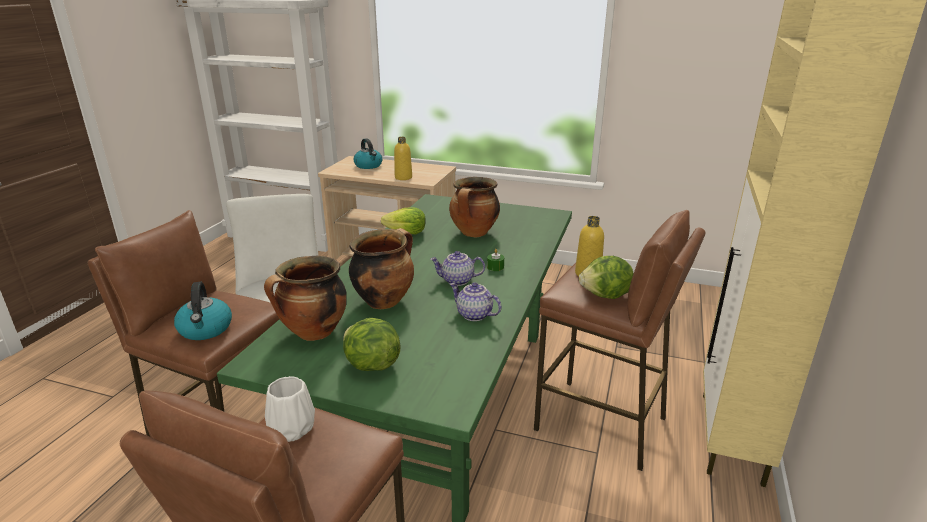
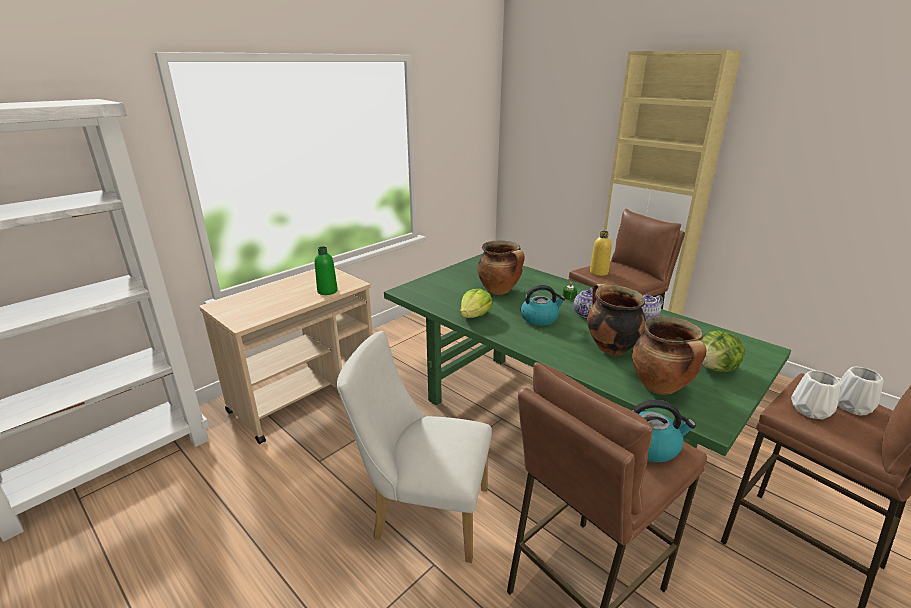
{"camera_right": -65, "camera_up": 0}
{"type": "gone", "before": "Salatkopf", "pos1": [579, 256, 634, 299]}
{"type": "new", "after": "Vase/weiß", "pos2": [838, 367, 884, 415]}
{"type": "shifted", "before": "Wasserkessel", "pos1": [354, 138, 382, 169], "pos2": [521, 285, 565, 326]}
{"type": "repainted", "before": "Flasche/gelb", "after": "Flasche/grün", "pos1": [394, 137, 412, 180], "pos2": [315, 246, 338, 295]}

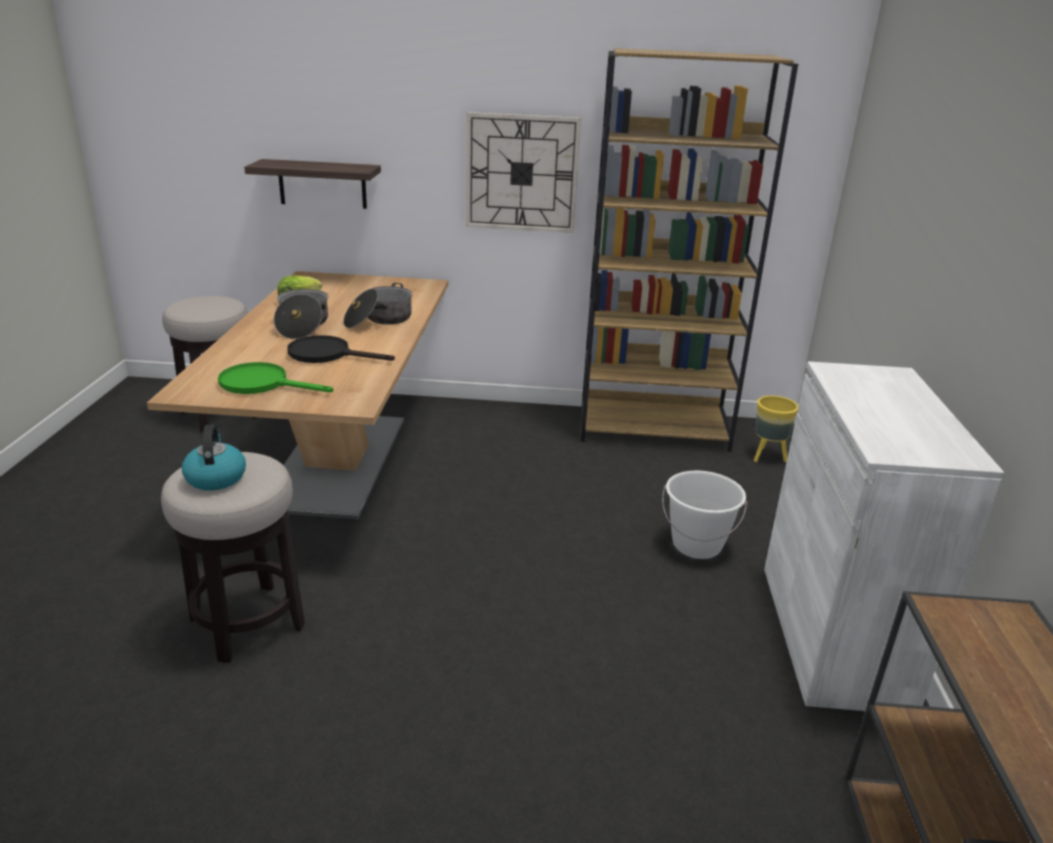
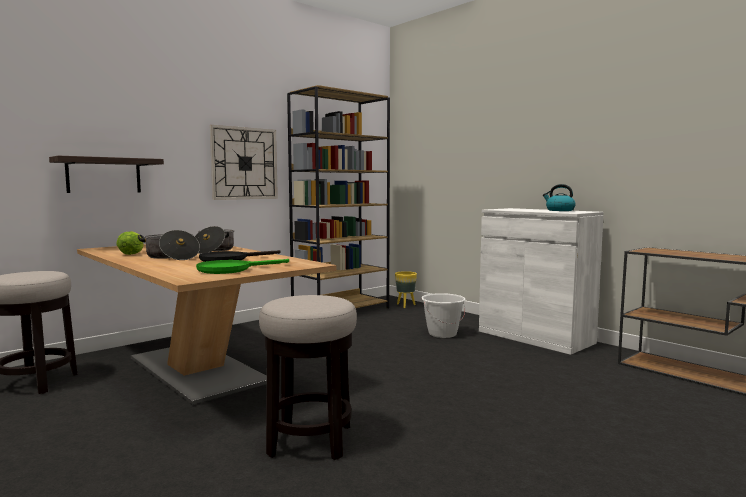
{"camera_right": -45, "camera_up": -20}
{"type": "shifted", "before": "Wasserkessel", "pos1": [182, 424, 246, 491], "pos2": [543, 184, 576, 211]}

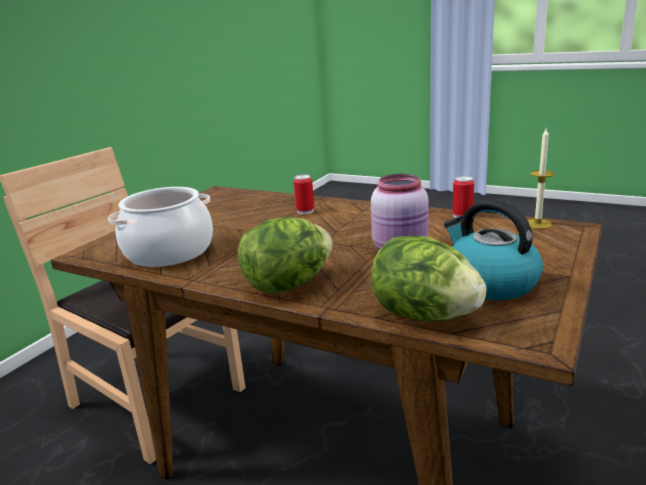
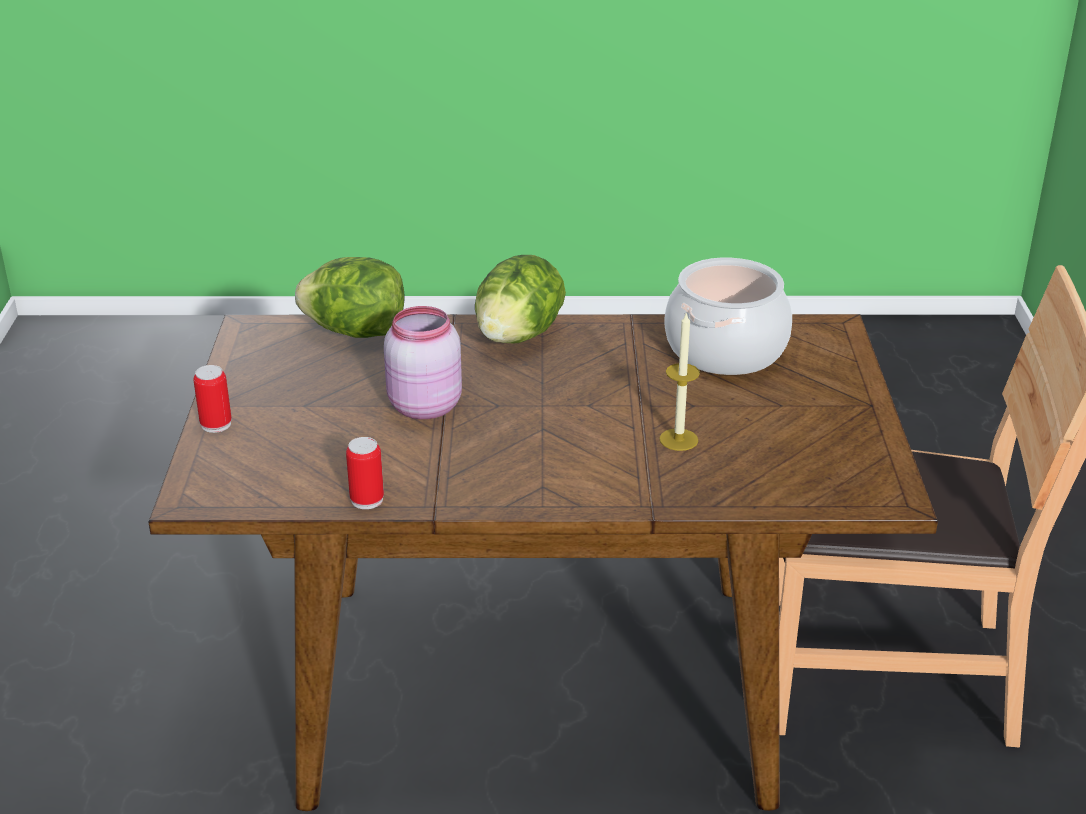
{"camera_right": 150, "camera_up": 10}
{"type": "gone", "before": "Wasserkessel", "pos1": [444, 199, 543, 300]}
{"type": "shifted", "before": "Dose", "pos1": [293, 175, 314, 214], "pos2": [193, 365, 232, 433]}
{"type": "shifted", "before": "Kerze", "pos1": [527, 129, 554, 229], "pos2": [659, 312, 700, 451]}

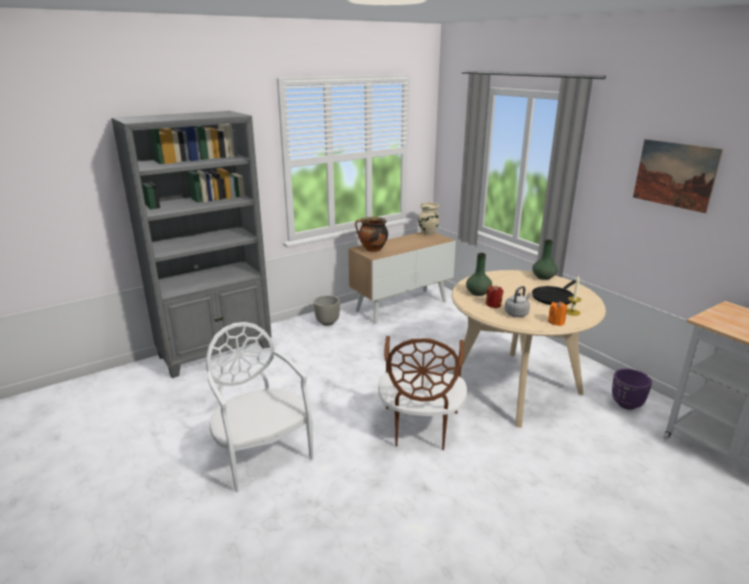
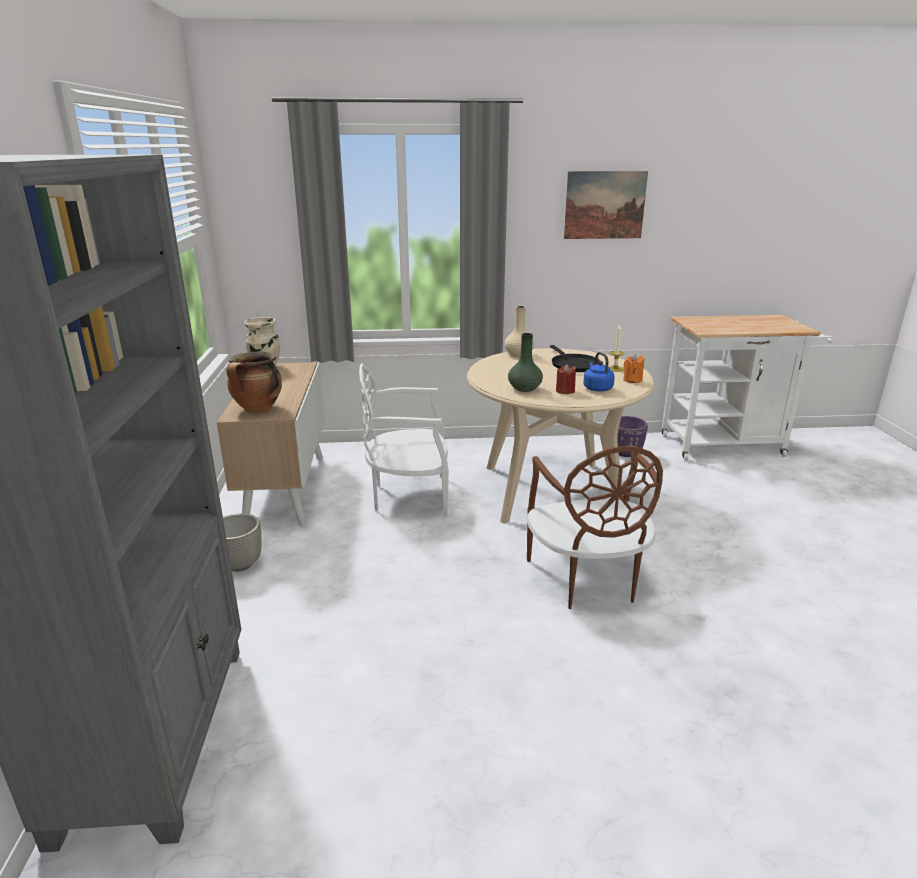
{"camera_right": -60, "camera_up": 0}
{"type": "shifted", "before": "Stuhl/weiß", "pos1": [206, 322, 313, 492], "pos2": [359, 364, 449, 517]}
{"type": "repainted", "before": "Wasserkessel/grau", "after": "Wasserkessel/blau", "pos1": [504, 286, 530, 317], "pos2": [583, 352, 615, 391]}
{"type": "repainted", "before": "Vase/grün", "after": "Vase/beige", "pos1": [532, 239, 557, 280], "pos2": [504, 306, 534, 357]}
{"type": "rotated", "before": "Stuhl/braun", "pos1": [378, 336, 467, 450], "pos2": [527, 445, 663, 609], "turn": 45}

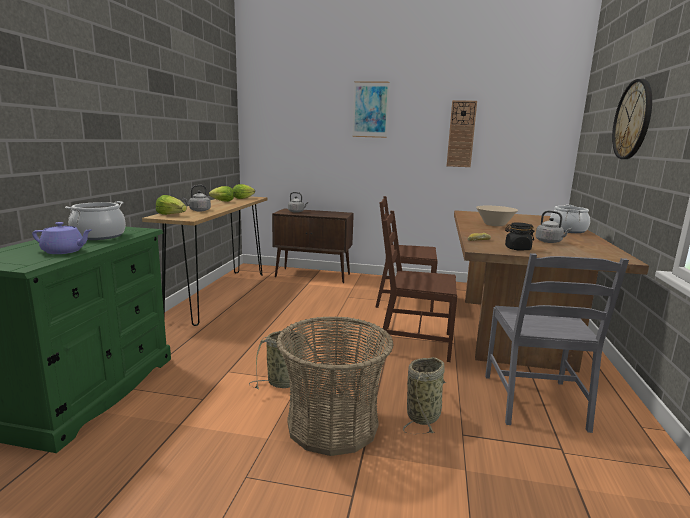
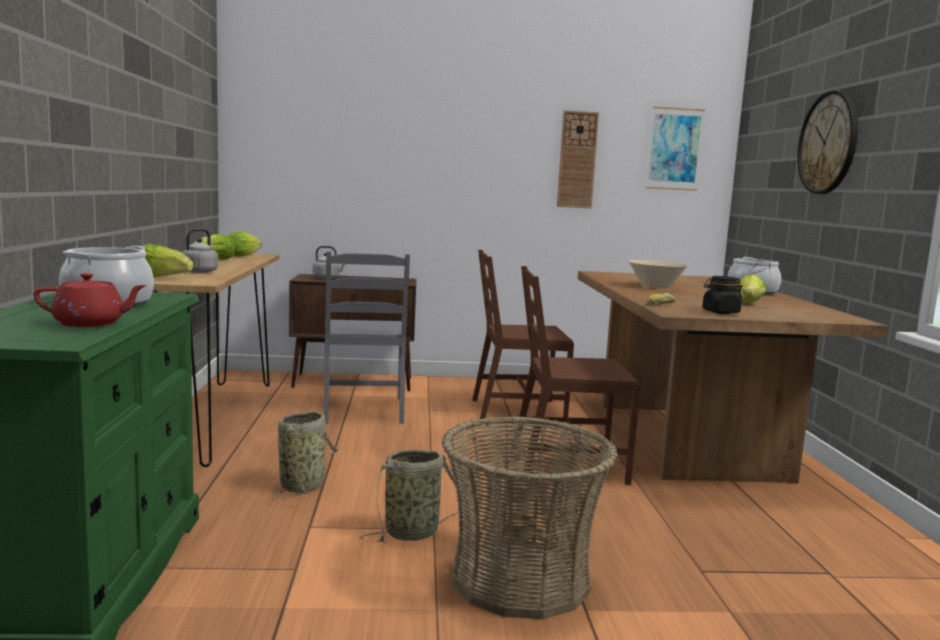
{"camera_right": -15, "camera_up": -5}
{"type": "shifted", "before": "Bild", "pos1": [353, 81, 390, 138], "pos2": [646, 106, 705, 191]}
{"type": "shifted", "before": "Korb", "pos1": [403, 357, 446, 434], "pos2": [271, 411, 337, 500]}
{"type": "shifted", "before": "Stuhl/grau", "pos1": [485, 253, 629, 433], "pos2": [324, 251, 410, 424]}
{"type": "swapped", "before": "Wasserkessel/grau", "after": "Salatkopf", "pos1": [536, 211, 572, 243], "pos2": [736, 274, 766, 303]}
{"type": "repainted", "before": "Teekanne/lila", "after": "Teekanne/rot", "pos1": [32, 222, 91, 254], "pos2": [33, 273, 147, 327]}

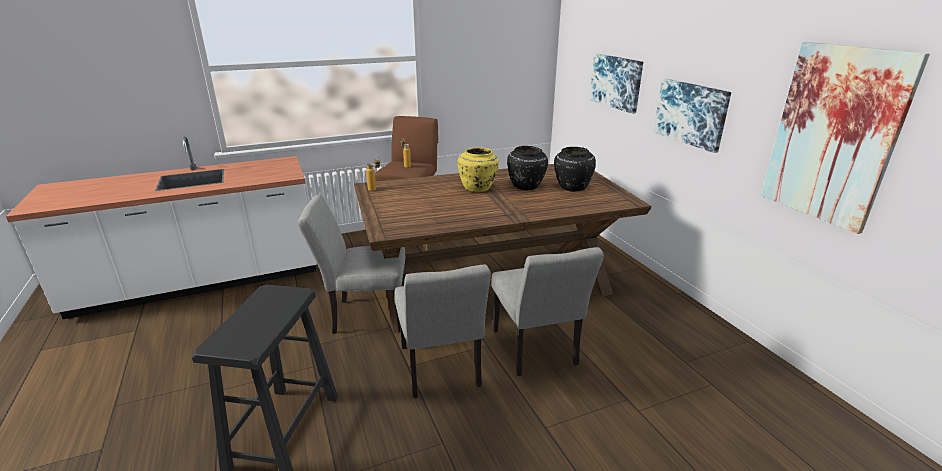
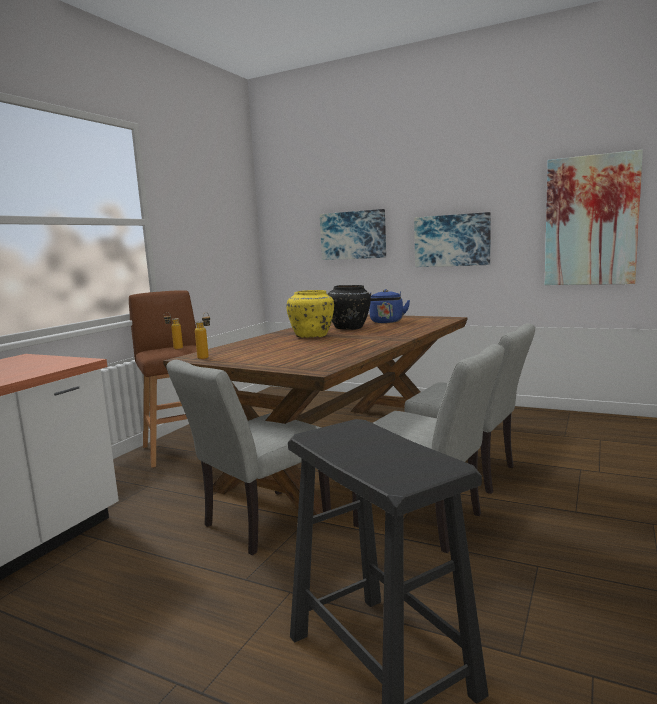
{"camera_right": -40, "camera_up": -15}
{"type": "swapped", "before": "Vase/schwarz", "after": "Wasserkessel/blau", "pos1": [554, 147, 596, 192], "pos2": [369, 289, 410, 323]}

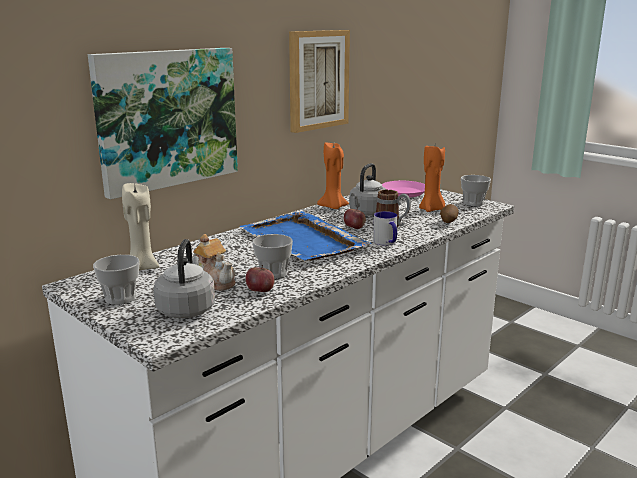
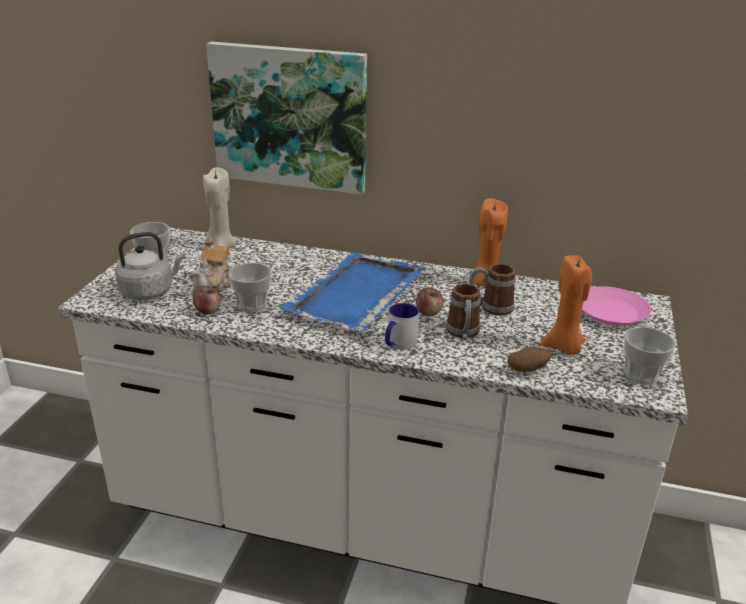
{"camera_right": 60, "camera_up": 10}
{"type": "gone", "before": "Bild", "pos1": [289, 30, 350, 133]}
{"type": "swapped", "before": "Wasserkessel/grau", "after": "Henkelbecher", "pos1": [349, 163, 387, 216], "pos2": [470, 264, 516, 316]}

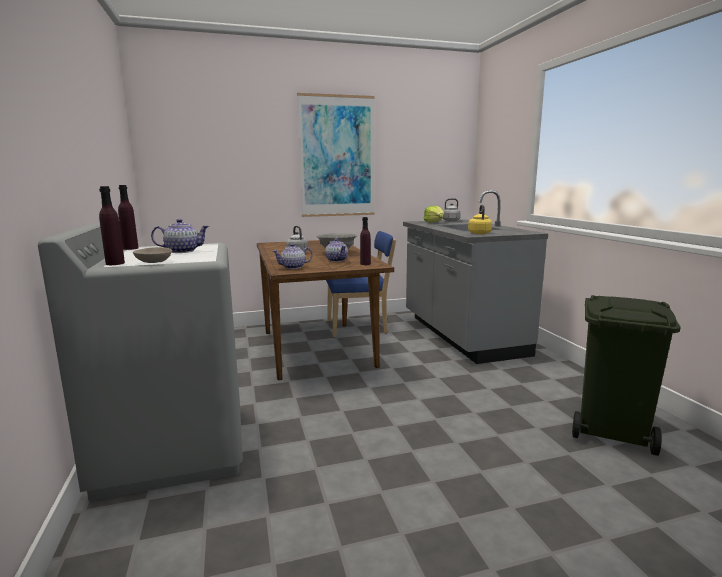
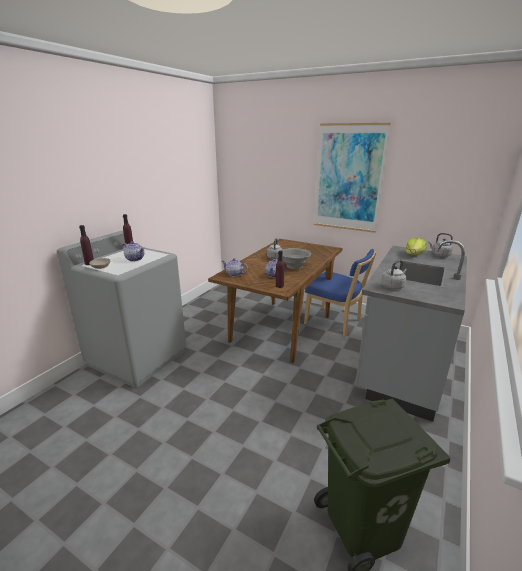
{"camera_right": 45, "camera_up": 10}
{"type": "repainted", "before": "Wasserkessel/gelb", "after": "Wasserkessel/grau", "pos1": [468, 205, 492, 234], "pos2": [381, 260, 407, 289]}

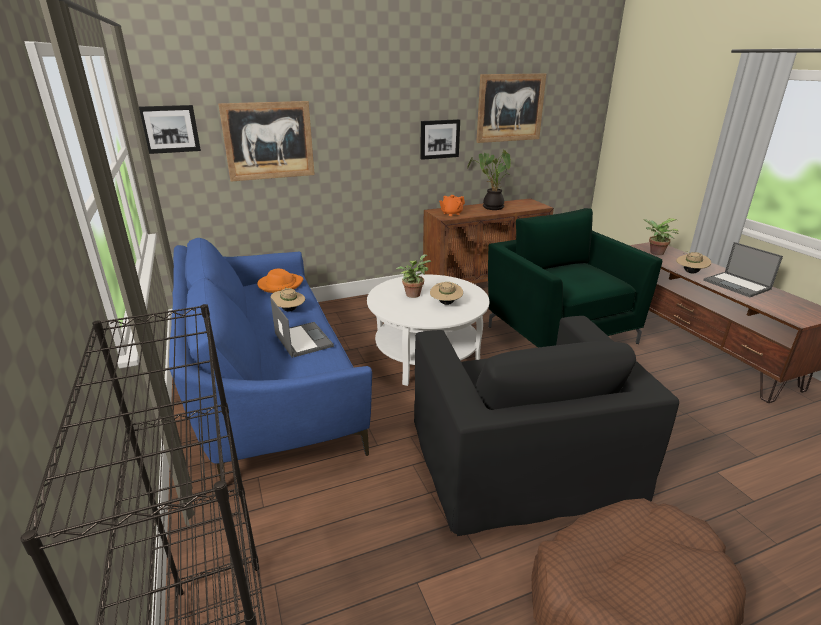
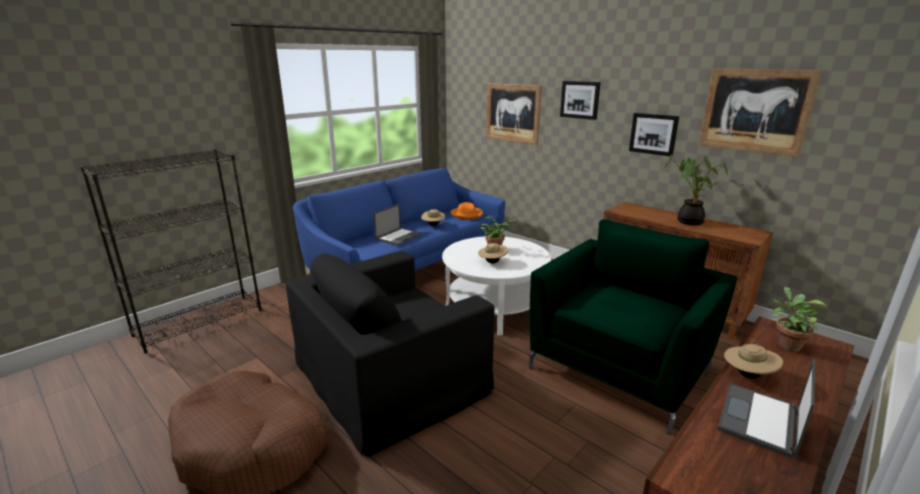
{"camera_right": 65, "camera_up": -5}
{"type": "gone", "before": "Teekanne/orange", "pos1": [439, 195, 465, 216]}
{"type": "shifted", "before": "Bild", "pos1": [139, 105, 201, 154], "pos2": [560, 81, 601, 120]}

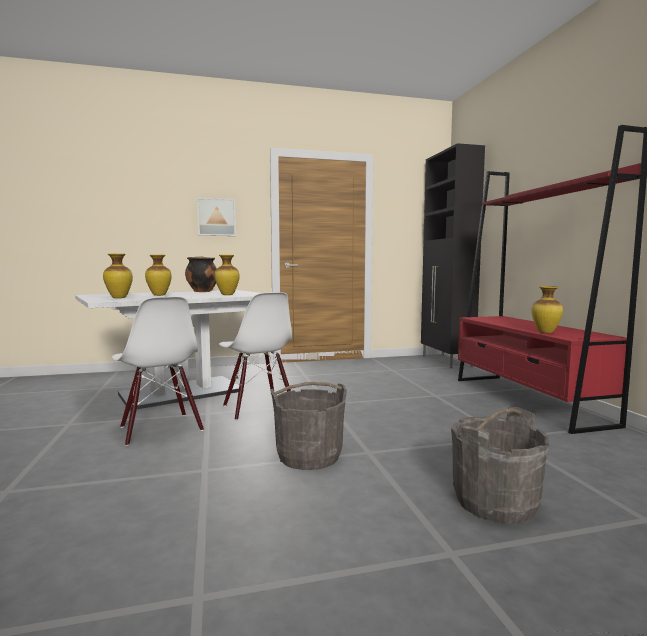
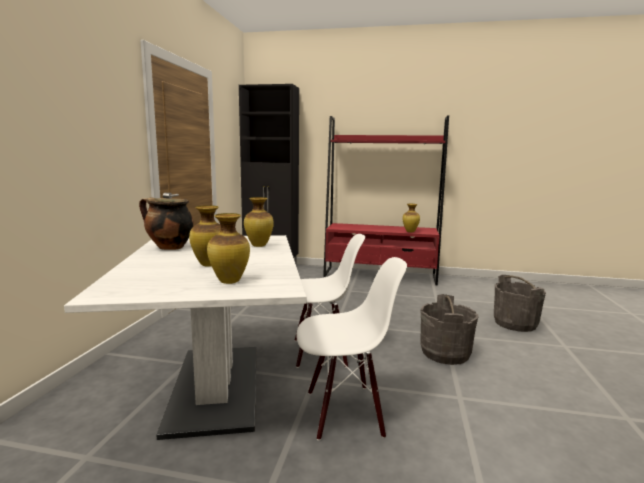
{"camera_right": -65, "camera_up": 5}
{"type": "gone", "before": "Bild", "pos1": [197, 198, 236, 236]}

